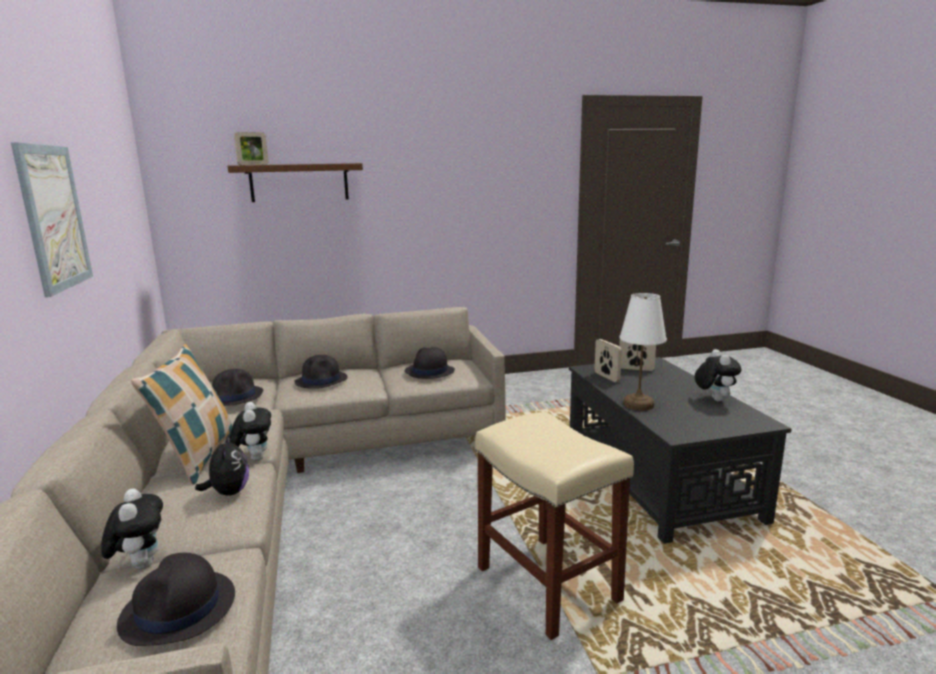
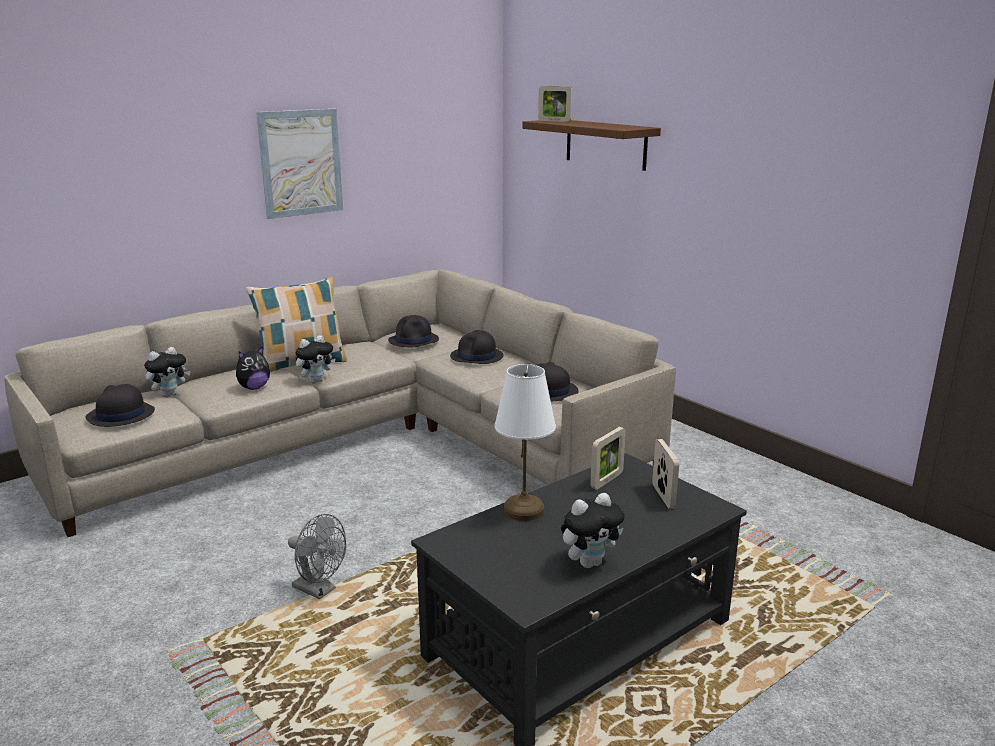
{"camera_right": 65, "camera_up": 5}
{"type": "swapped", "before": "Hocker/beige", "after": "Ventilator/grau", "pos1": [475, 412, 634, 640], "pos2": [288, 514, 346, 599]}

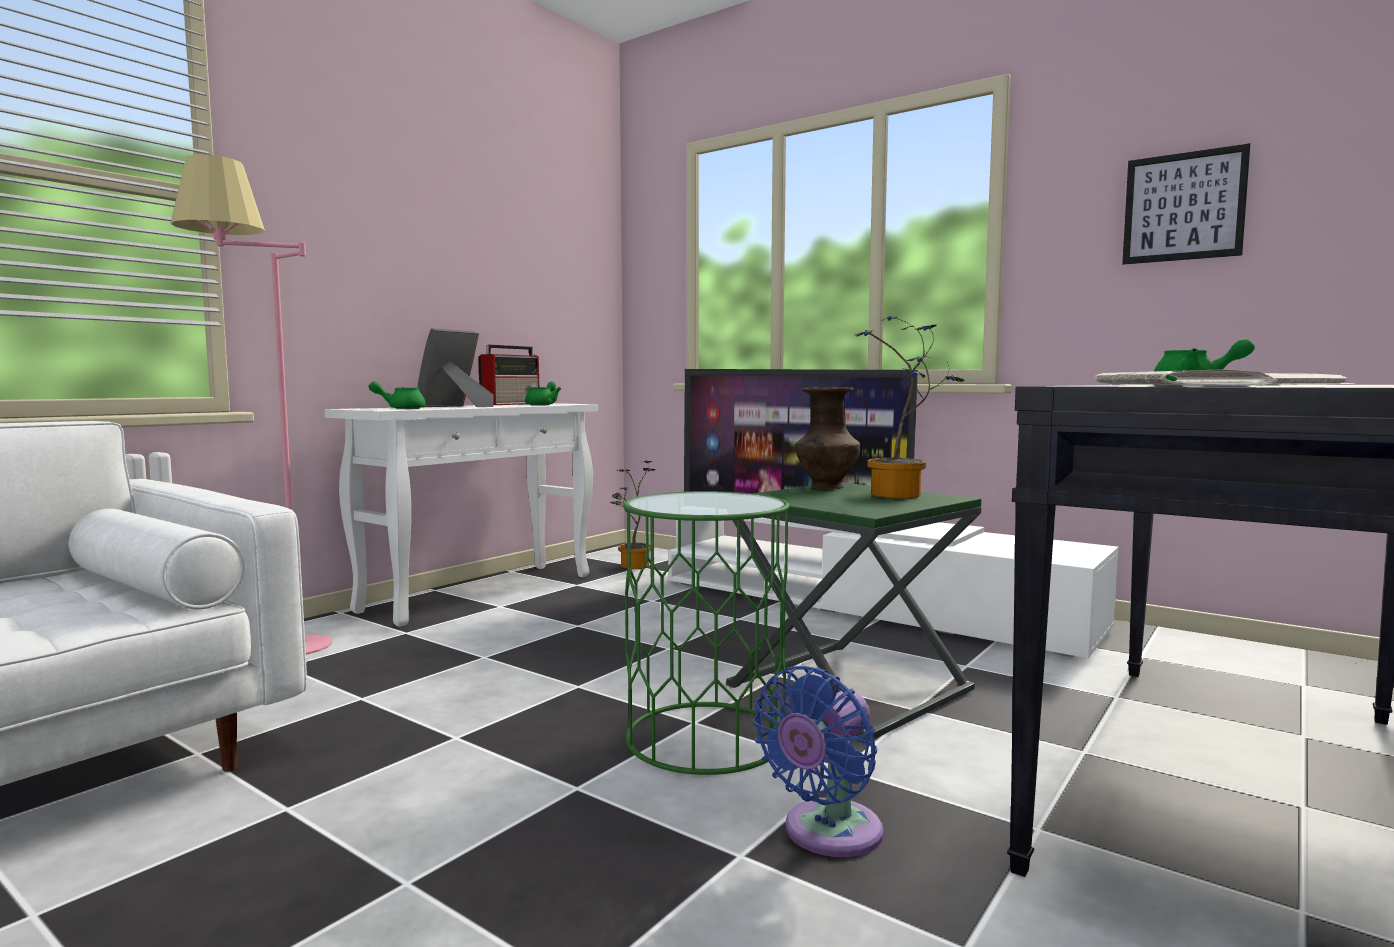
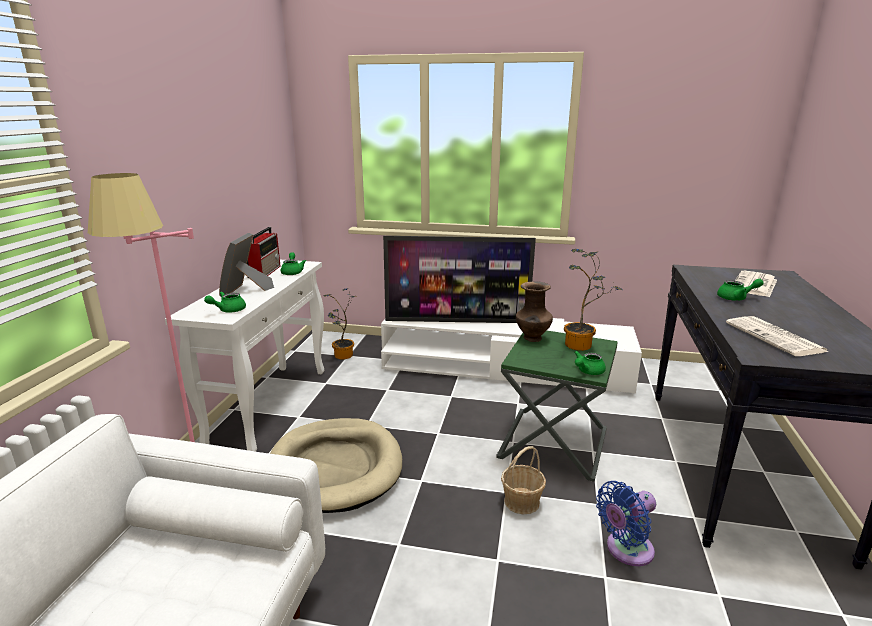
{"camera_right": -25, "camera_up": 15}
{"type": "gone", "before": "Bild", "pos1": [1122, 143, 1250, 265]}
{"type": "new", "after": "Hundebett/beige", "pos2": [270, 418, 402, 513]}
{"type": "new", "after": "Teekanne/grün", "pos2": [574, 351, 606, 375]}
{"type": "swapped", "before": "Beistelltisch/grün", "after": "Korb", "pos1": [623, 491, 789, 775], "pos2": [501, 446, 546, 514]}
{"type": "rotated", "before": "Ventilator/blau", "pos1": [753, 666, 884, 857], "pos2": [596, 481, 656, 566], "turn": 45}

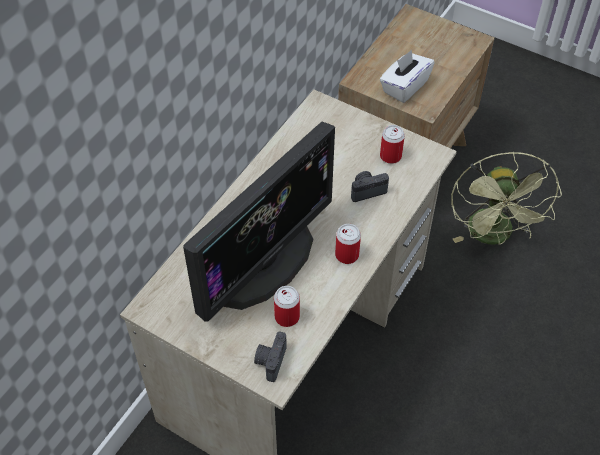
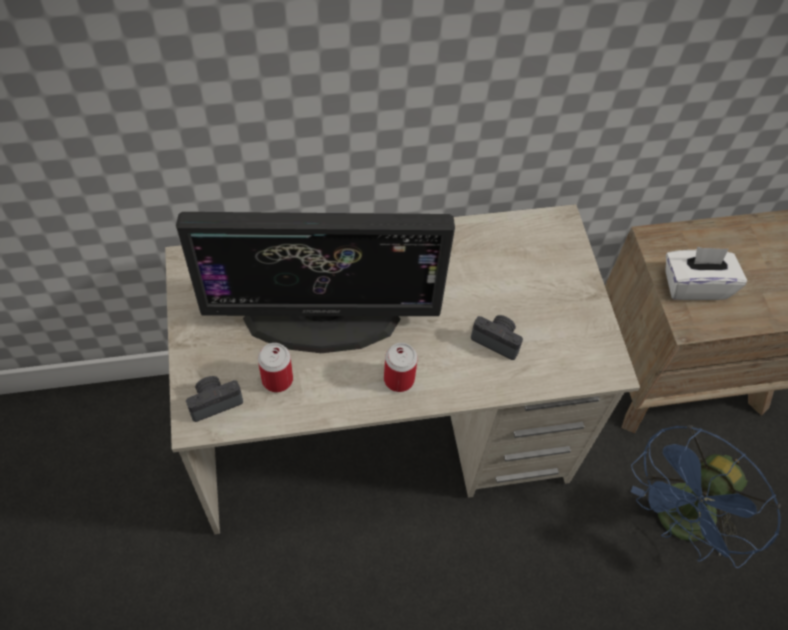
{"camera_right": 45, "camera_up": 5}
{"type": "gone", "before": "Dose", "pos1": [380, 125, 405, 164]}
{"type": "repainted", "before": "Ventilator/grün", "after": "Ventilator/blau", "pos1": [451, 152, 562, 245], "pos2": [631, 425, 781, 568]}

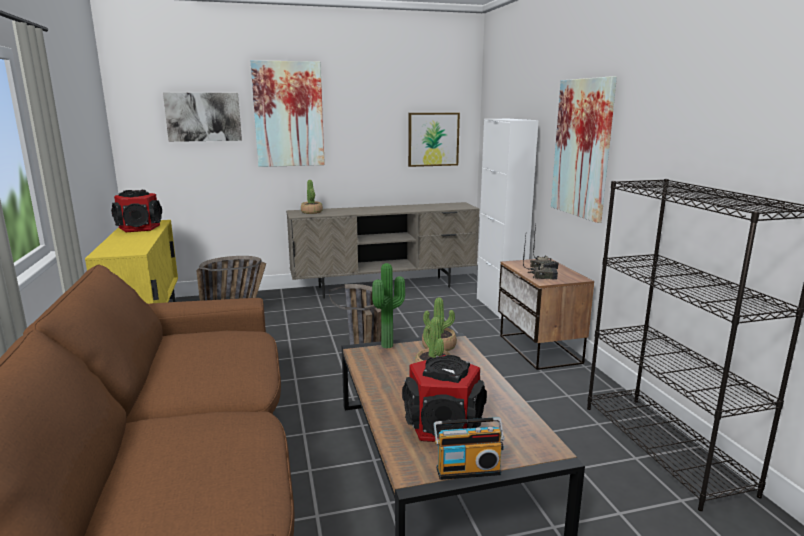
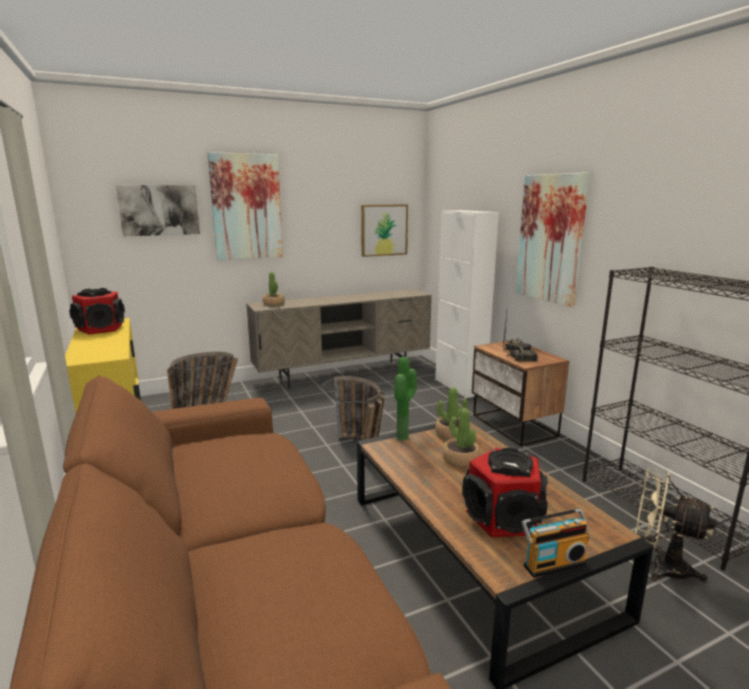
{"camera_right": -10, "camera_up": 0}
{"type": "new", "after": "Ventilator/beige", "pos2": [635, 468, 717, 582]}

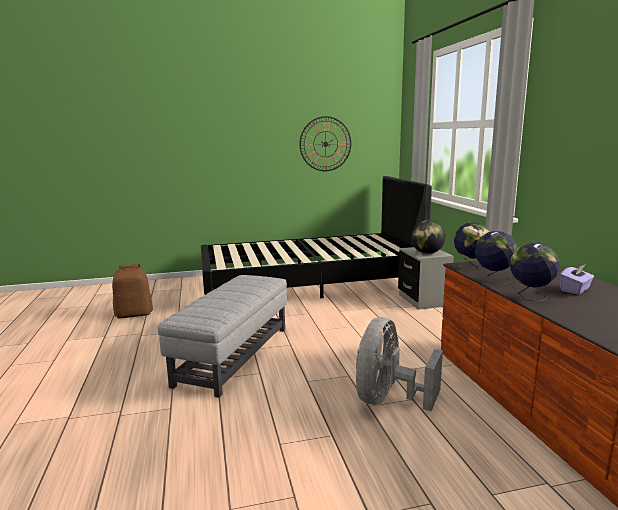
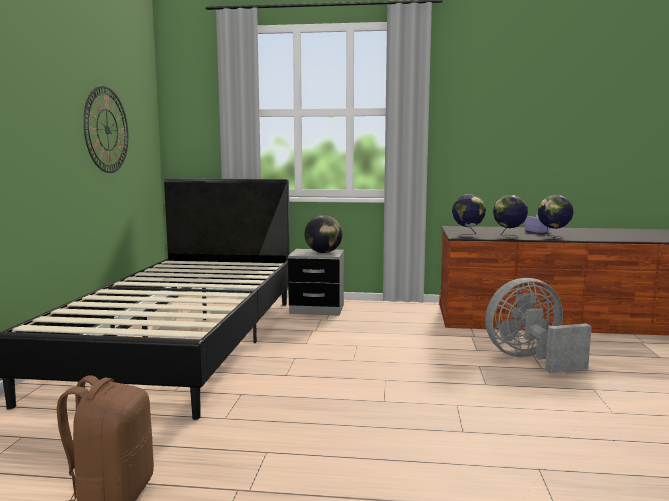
{"camera_right": -70, "camera_up": -5}
{"type": "gone", "before": "Polsterhocker/grau", "pos1": [158, 275, 287, 398]}
{"type": "rotated", "before": "Ventilator/grau", "pos1": [356, 317, 443, 411], "pos2": [485, 278, 592, 373], "turn": 120}

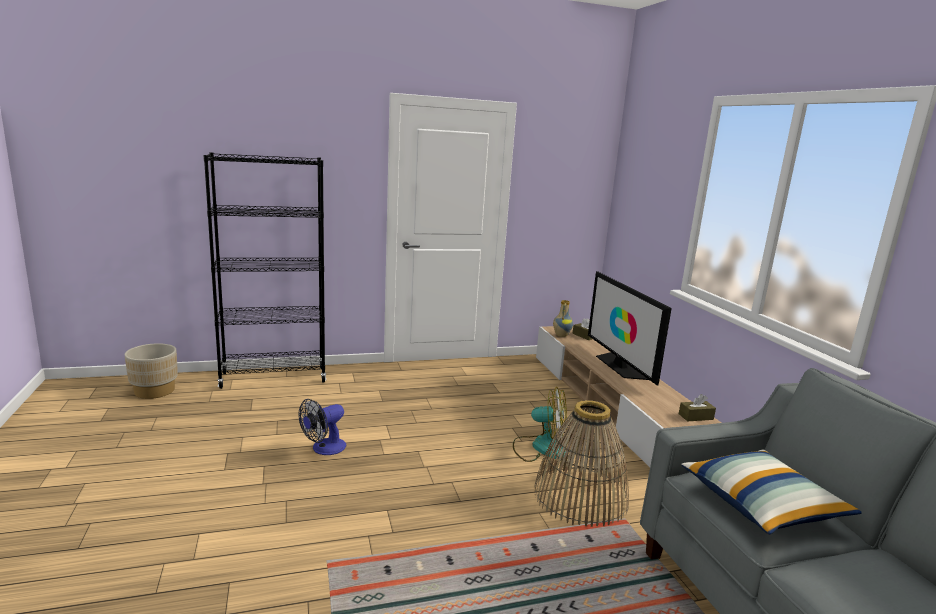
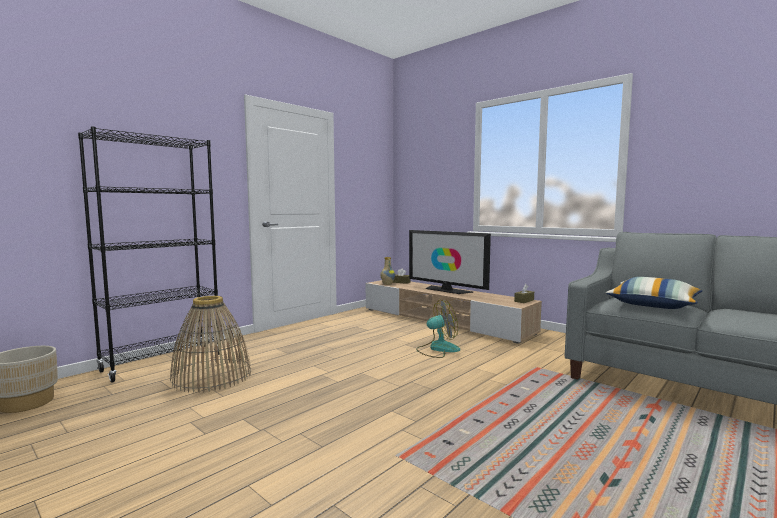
{"camera_right": -30, "camera_up": -10}
{"type": "gone", "before": "Ventilator", "pos1": [299, 399, 346, 455]}
{"type": "shifted", "before": "Korb", "pos1": [534, 400, 629, 527], "pos2": [170, 296, 251, 393]}

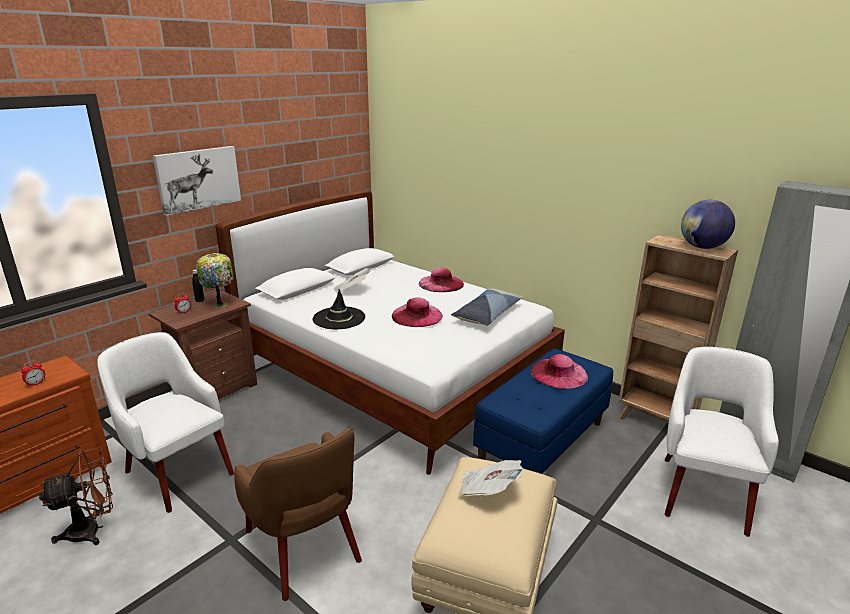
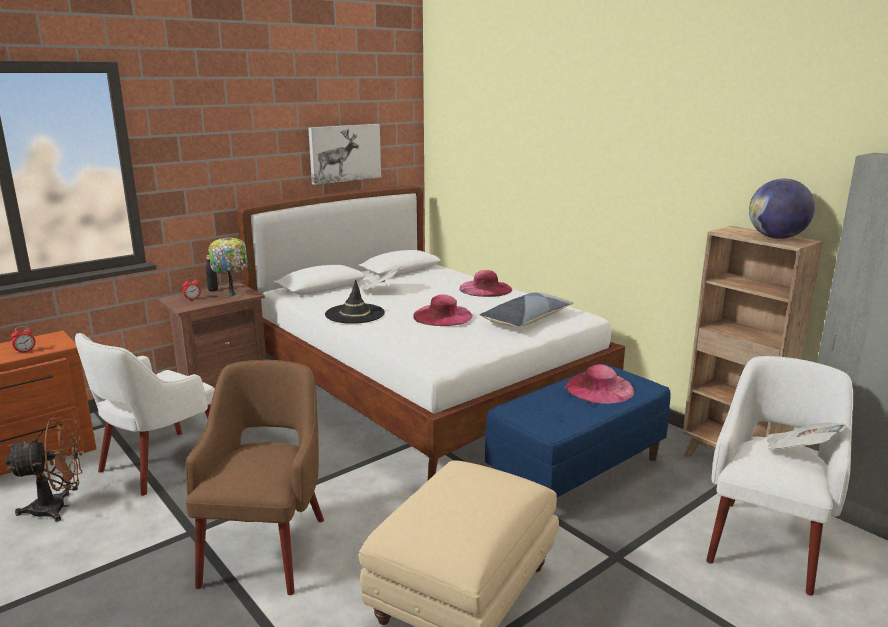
{"camera_right": 10, "camera_up": -5}
{"type": "shifted", "before": "Bild", "pos1": [153, 146, 241, 216], "pos2": [308, 124, 381, 185]}
{"type": "shifted", "before": "Zeitung", "pos1": [458, 460, 524, 496], "pos2": [767, 422, 846, 450]}
{"type": "rotated", "before": "Sessel/weiß", "pos1": [97, 332, 234, 513], "pos2": [75, 333, 215, 496], "turn": -105}
{"type": "rotated", "before": "Sessel/braun", "pos1": [234, 428, 362, 601], "pos2": [185, 360, 324, 595], "turn": -150}

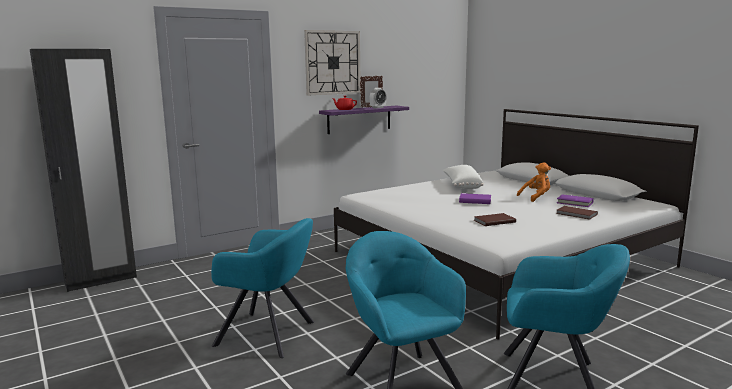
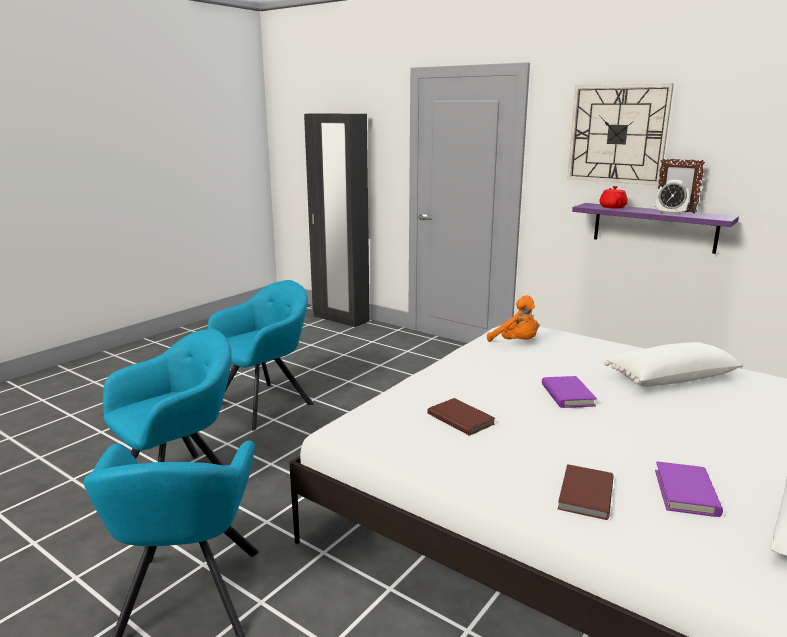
{"camera_right": 70, "camera_up": 5}
{"type": "shifted", "before": "Plüschtier/orange", "pos1": [517, 162, 551, 202], "pos2": [487, 295, 539, 342]}
{"type": "rotated", "before": "Sessel/türkis", "pos1": [211, 218, 314, 358], "pos2": [207, 280, 314, 430], "turn": -135}

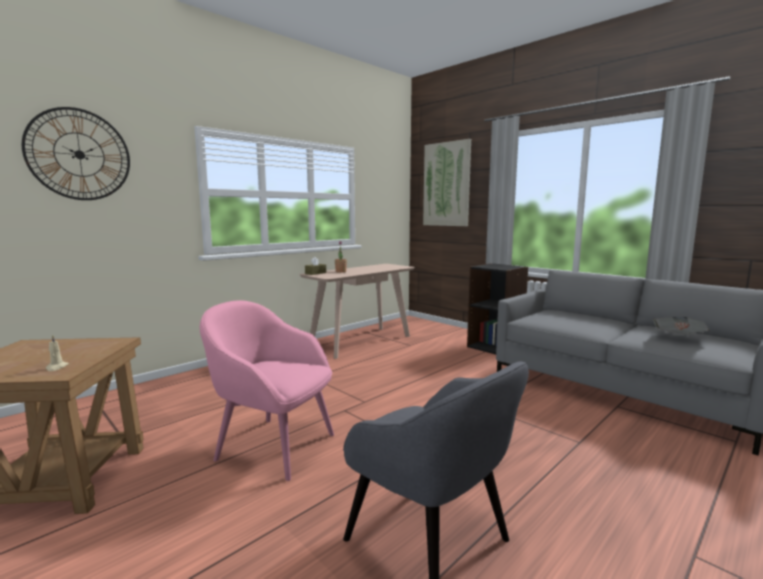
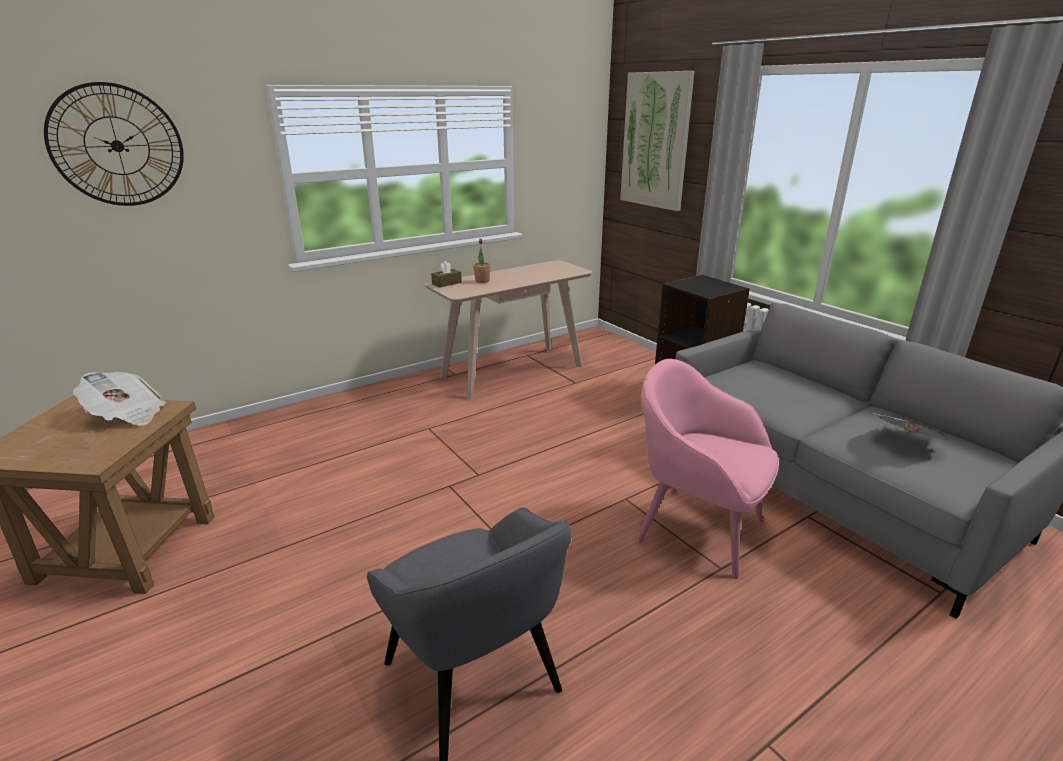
{"camera_right": 10, "camera_up": 15}
{"type": "gone", "before": "Kerze/beige", "pos1": [46, 335, 69, 371]}
{"type": "new", "after": "Zeitung", "pos2": [73, 372, 166, 426]}
{"type": "shifted", "before": "Sessel/rosa", "pos1": [200, 300, 334, 481], "pos2": [637, 359, 779, 579]}

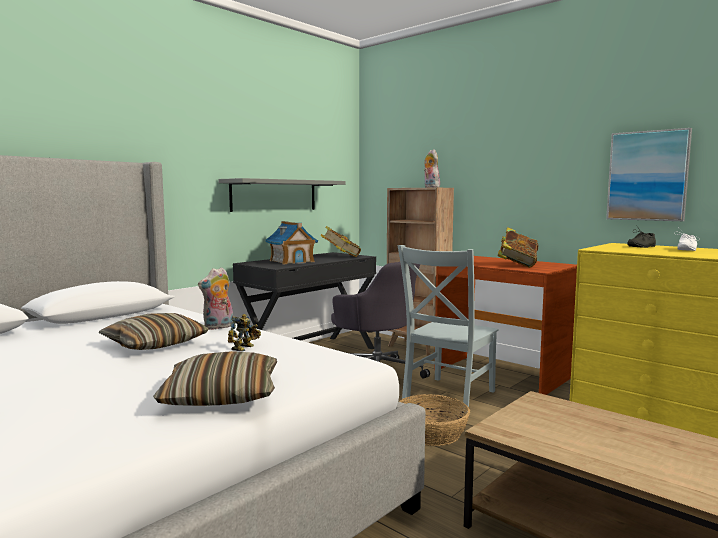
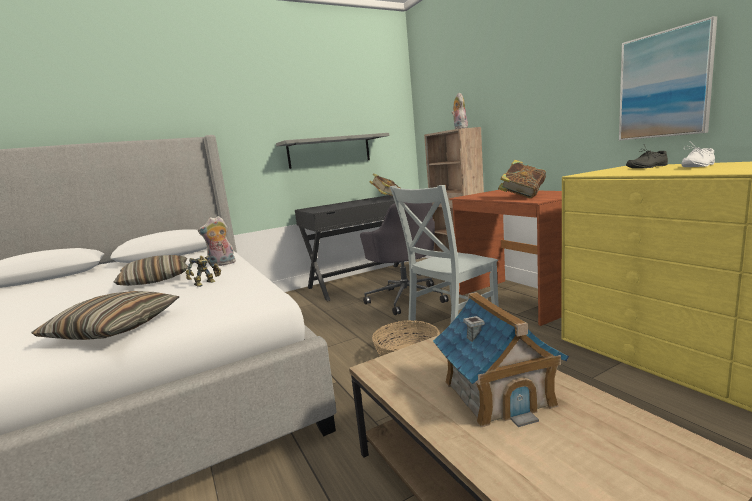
{"camera_right": 20, "camera_up": 5}
{"type": "shifted", "before": "Spielzeughaus", "pos1": [265, 221, 318, 264], "pos2": [433, 292, 569, 427]}

